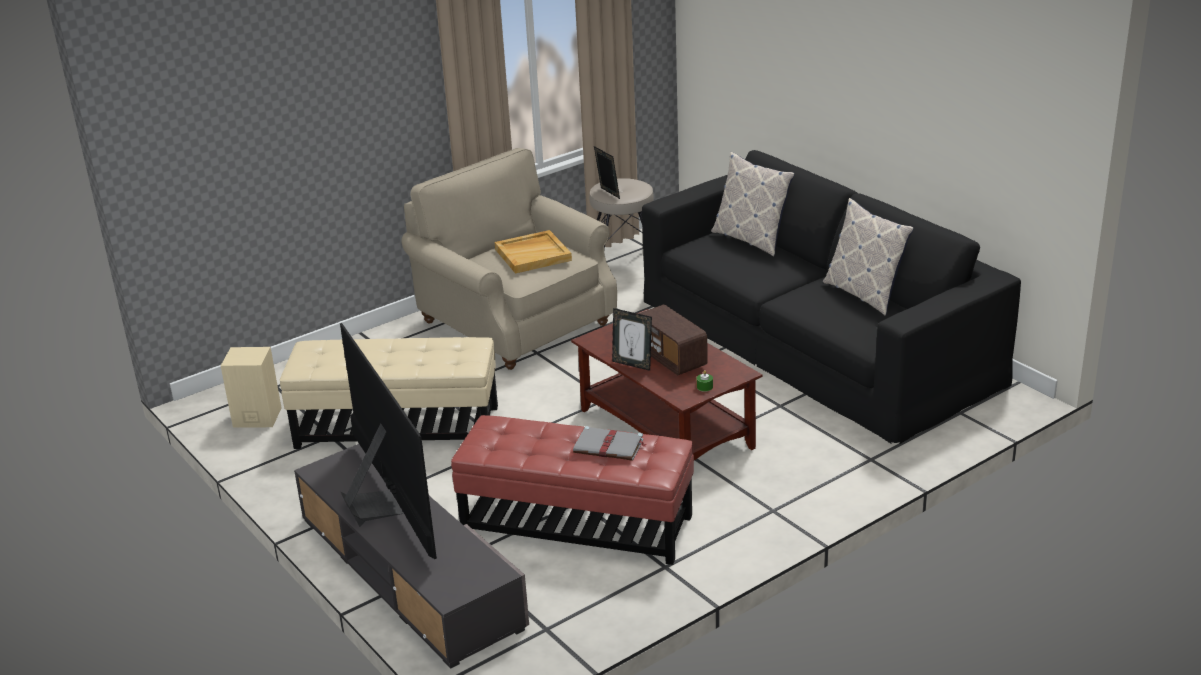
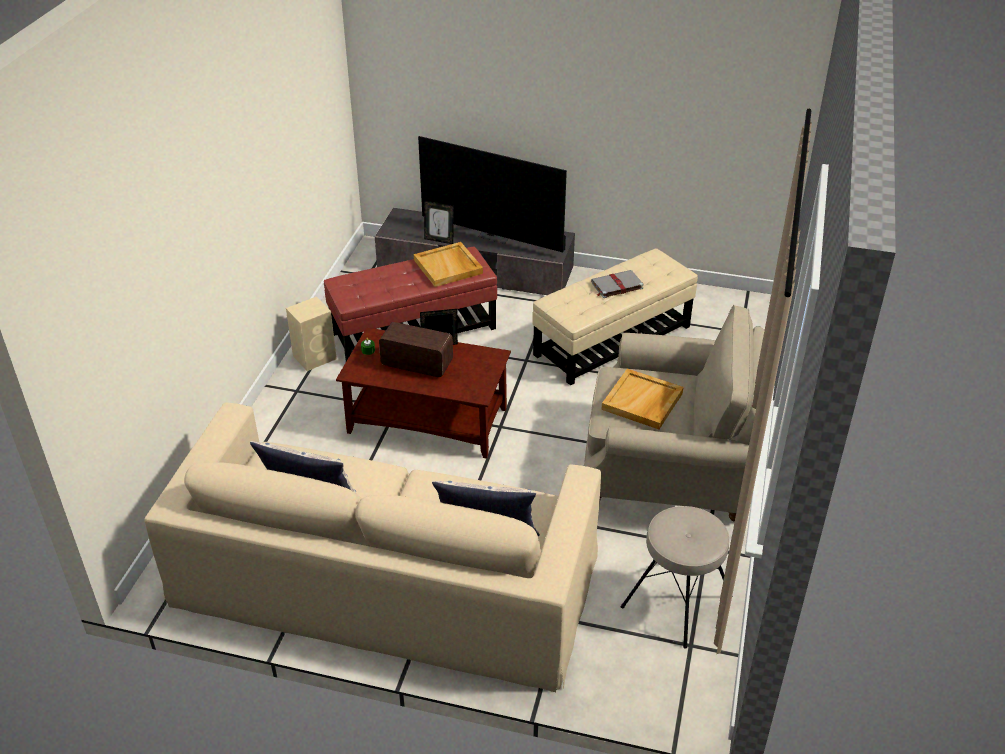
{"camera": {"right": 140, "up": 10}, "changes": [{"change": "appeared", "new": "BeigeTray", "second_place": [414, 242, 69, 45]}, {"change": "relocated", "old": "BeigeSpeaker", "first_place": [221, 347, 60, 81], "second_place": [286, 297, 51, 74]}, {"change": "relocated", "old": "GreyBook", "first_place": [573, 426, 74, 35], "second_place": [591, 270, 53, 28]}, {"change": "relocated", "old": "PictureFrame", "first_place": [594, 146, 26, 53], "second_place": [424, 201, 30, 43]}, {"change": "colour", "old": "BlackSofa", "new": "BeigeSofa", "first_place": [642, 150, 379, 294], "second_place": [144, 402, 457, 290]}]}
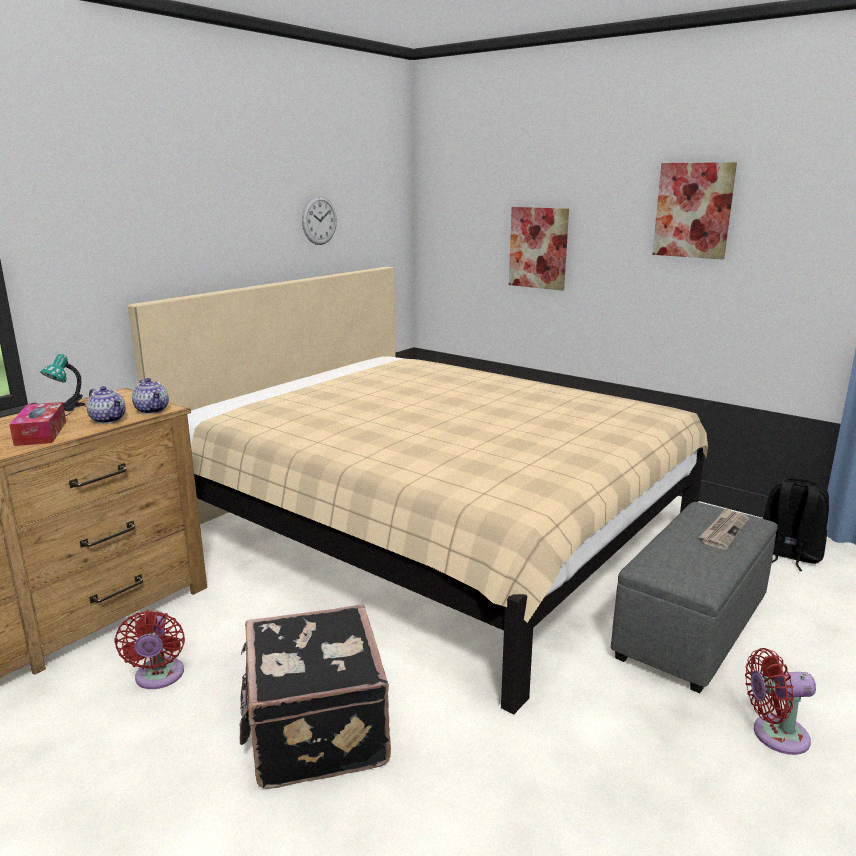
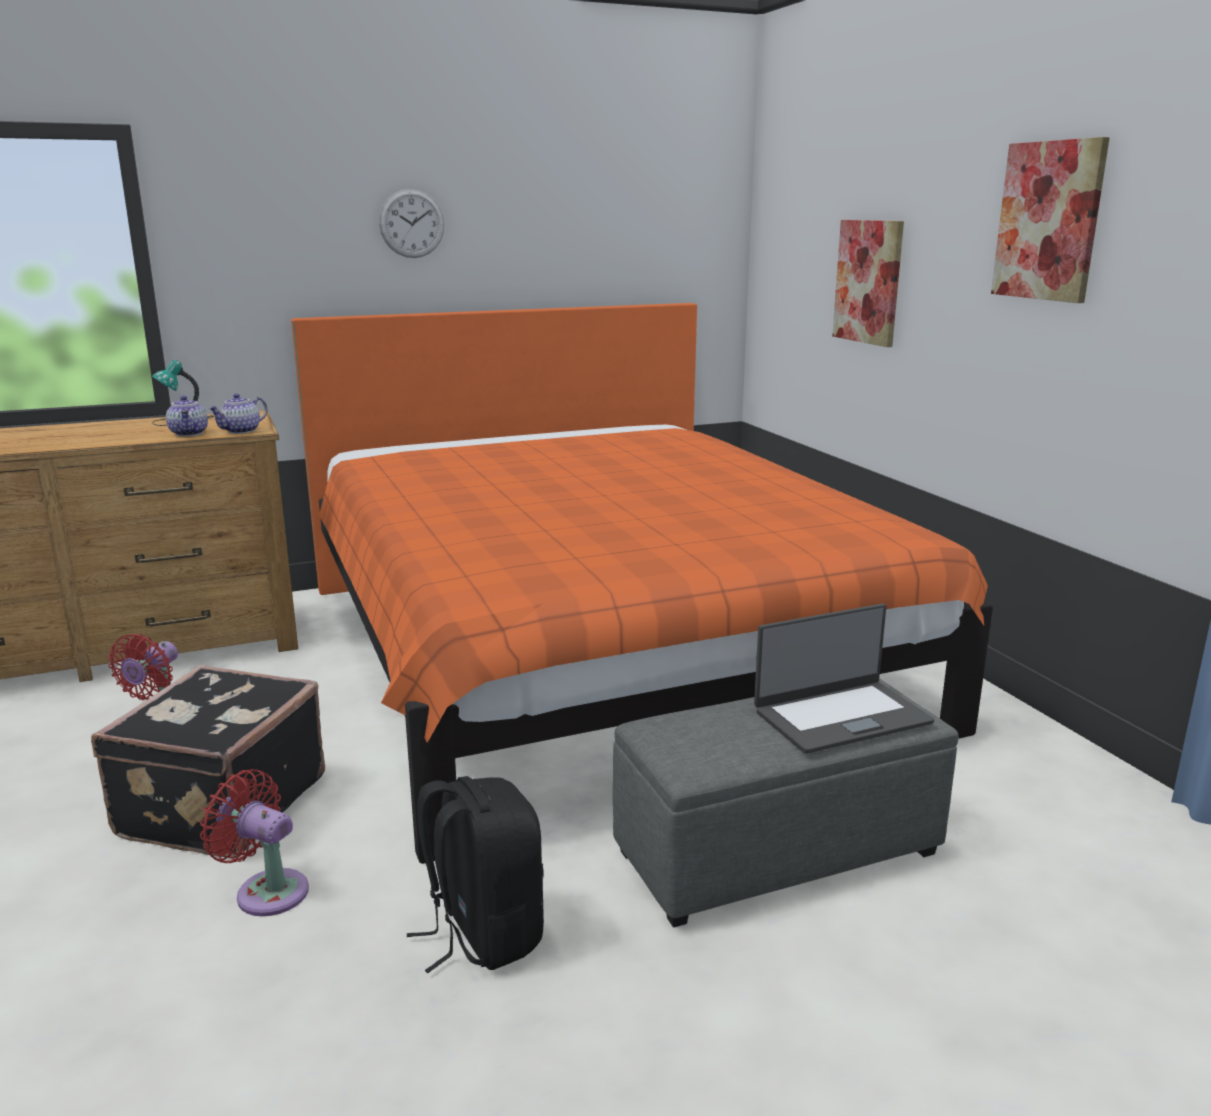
{"camera": {"right": 30, "up": 0}, "changes": [{"change": "missing", "old": "TissueBox", "first_place": [9, 402, 57, 44]}, {"change": "relocated", "old": "WallClock", "first_place": [302, 196, 35, 49], "second_place": [379, 189, 65, 69]}, {"change": "relocated", "old": "RedFan", "first_place": [745, 648, 71, 107], "second_place": [200, 769, 109, 147]}, {"change": "relocated", "old": "BlackBackpack", "first_place": [763, 477, 66, 94], "second_place": [407, 776, 137, 197]}, {"change": "exchanged", "old": "Newspaper", "new": "Laptop", "first_place": [699, 507, 50, 43], "second_place": [754, 604, 180, 150]}, {"change": "colour", "old": "BeigeBed", "new": "OrangeBed", "first_place": [128, 267, 580, 447], "second_place": [291, 303, 702, 561]}, {"change": "spun", "old": "Teapot", "first_place": [132, 378, 37, 36], "second_place": [208, 394, 59, 40], "degrees": 45}]}
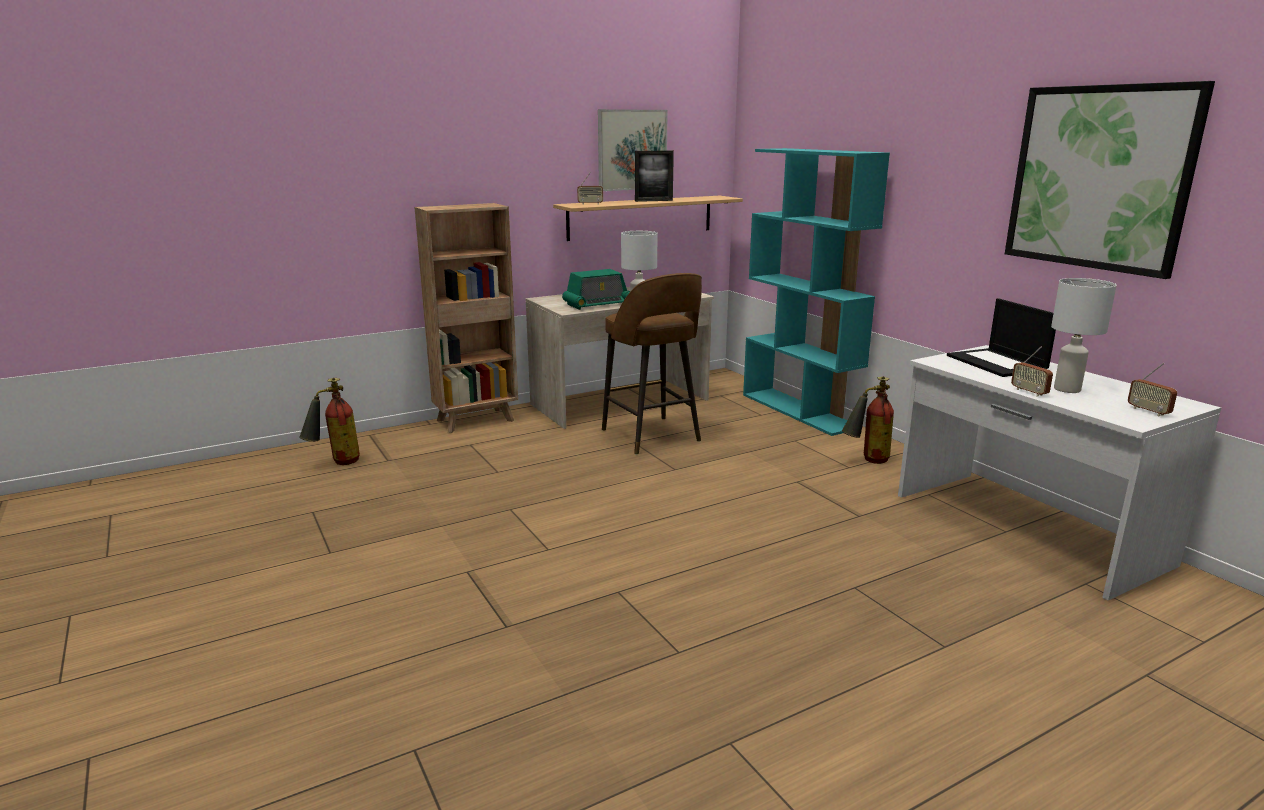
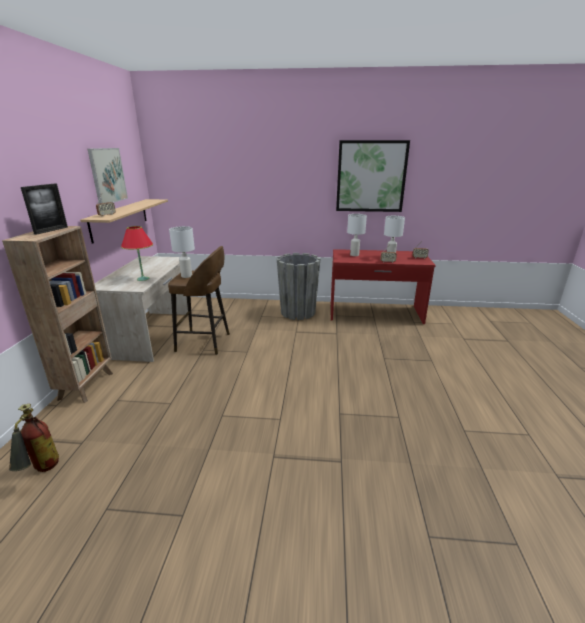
{"camera": {"right": -55, "up": 5}, "changes": [{"change": "missing", "old": "TurquoiseBookcase", "first_place": [743, 148, 147, 288]}, {"change": "relocated", "old": "PictureFrame", "first_place": [635, 150, 39, 52], "second_place": [21, 184, 47, 51]}, {"change": "exchanged", "old": "Radio", "new": "RedTableLamp", "first_place": [562, 269, 68, 41], "second_place": [121, 226, 32, 55]}, {"change": "exchanged", "old": "FireExtinguisher", "new": "GreyPlanter", "first_place": [842, 376, 52, 88], "second_place": [276, 253, 45, 67]}, {"change": "exchanged", "old": "Laptop", "new": "WhiteTableLamp", "first_place": [947, 298, 109, 79], "second_place": [347, 214, 20, 42]}, {"change": "colour", "old": "WhiteDesk", "new": "RedDesk", "first_place": [898, 345, 323, 255], "second_place": [331, 249, 105, 75]}]}
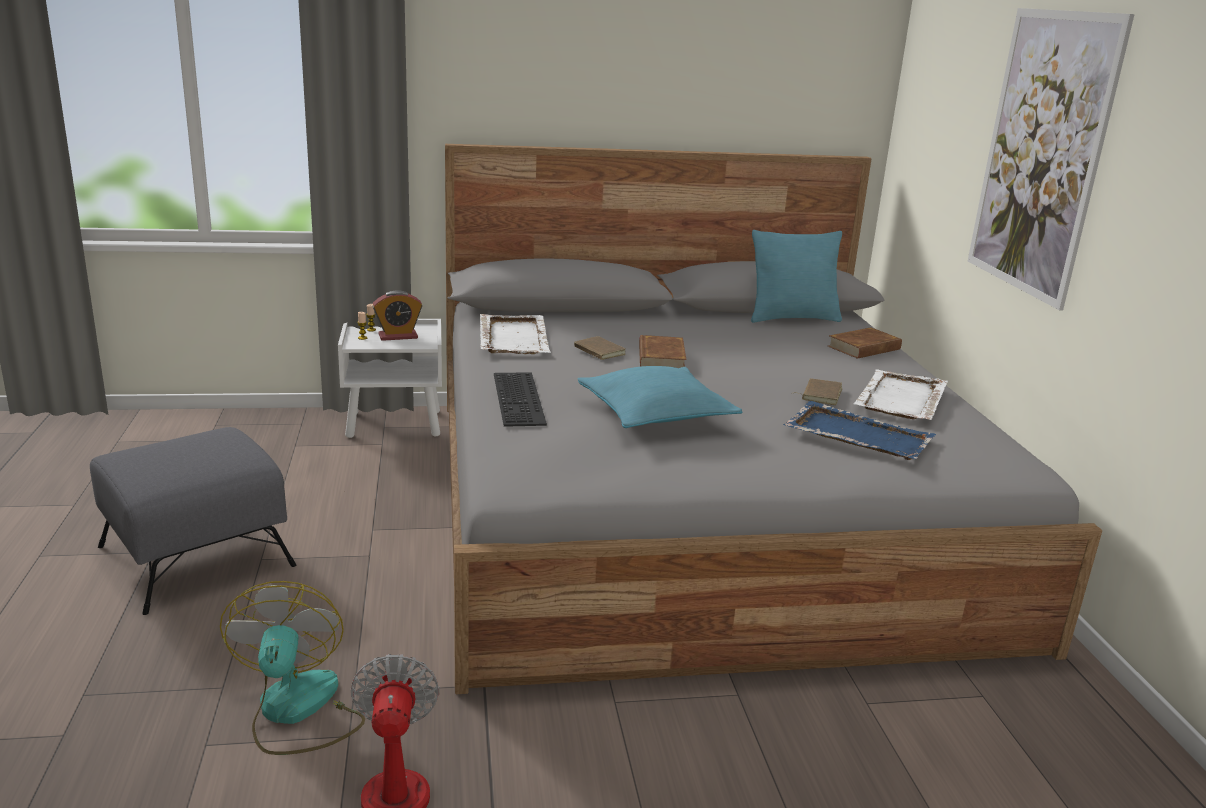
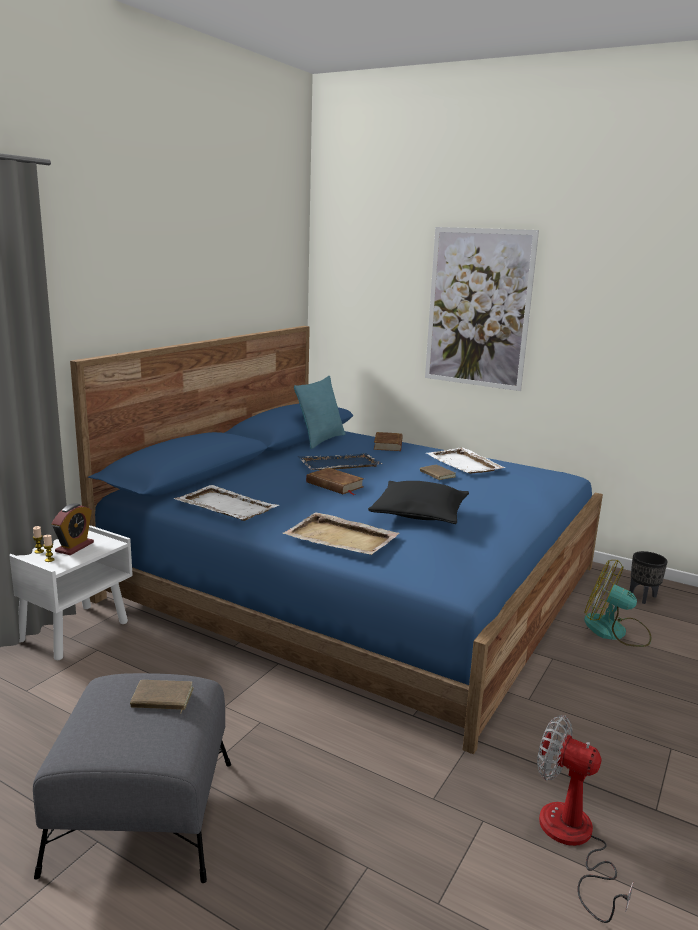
{"camera": {"right": -50, "up": -5}, "changes": [{"change": "appeared", "new": "BlackPlanter", "second_place": [630, 551, 38, 53]}, {"change": "relocated", "old": "Fan", "first_place": [220, 581, 145, 174], "second_place": [584, 560, 67, 87]}, {"change": "relocated", "old": "BrownBook", "first_place": [574, 336, 52, 24], "second_place": [130, 680, 64, 34]}, {"change": "relocated", "old": "BlueTray", "first_place": [783, 401, 153, 59], "second_place": [298, 453, 84, 17]}, {"change": "exchanged", "old": "Keyboard", "new": "BeigeTray", "first_place": [494, 372, 53, 55], "second_place": [283, 512, 117, 43]}, {"change": "colour", "old": "GreyBed", "new": "BlueBed", "first_place": [445, 144, 657, 550], "second_place": [70, 326, 533, 428]}, {"change": "colour", "old": "TurquoisePillow", "new": "BlackPillow", "first_place": [577, 366, 165, 62], "second_place": [368, 481, 101, 43]}]}
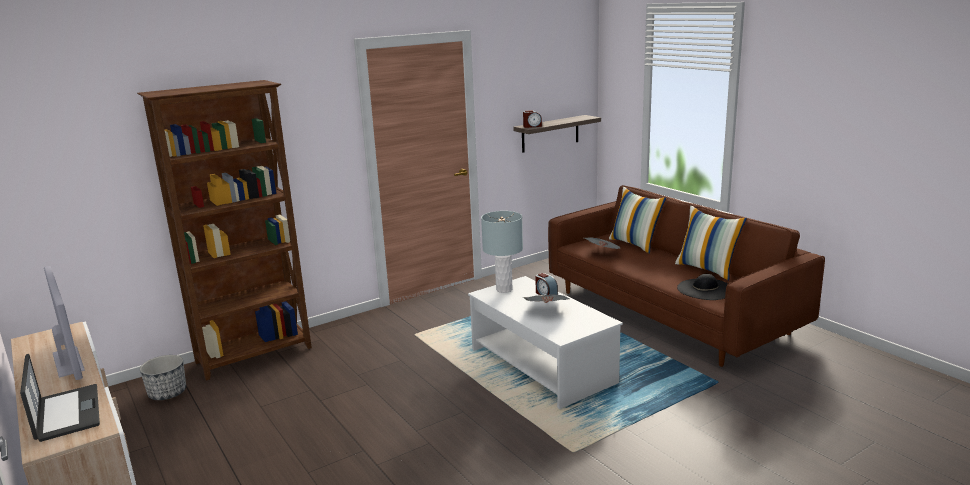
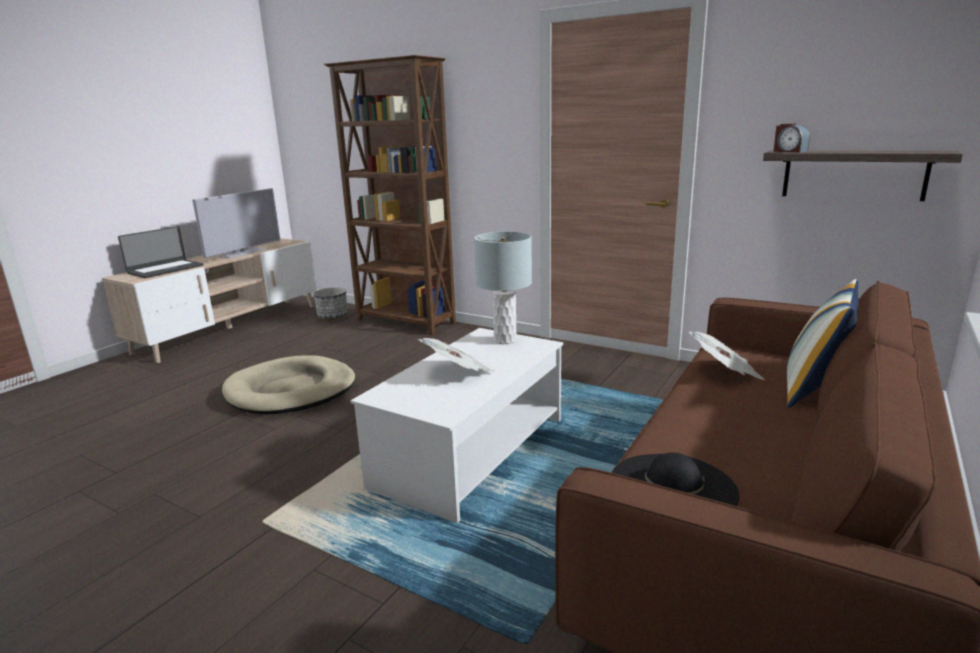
{"camera": {"right": 65, "up": 0}, "changes": [{"change": "missing", "old": "AlarmClock", "first_place": [535, 273, 23, 22]}, {"change": "missing", "old": "Pillow", "first_place": [675, 206, 72, 74]}, {"change": "appeared", "new": "BeigeDogBed", "second_place": [222, 355, 134, 59]}]}
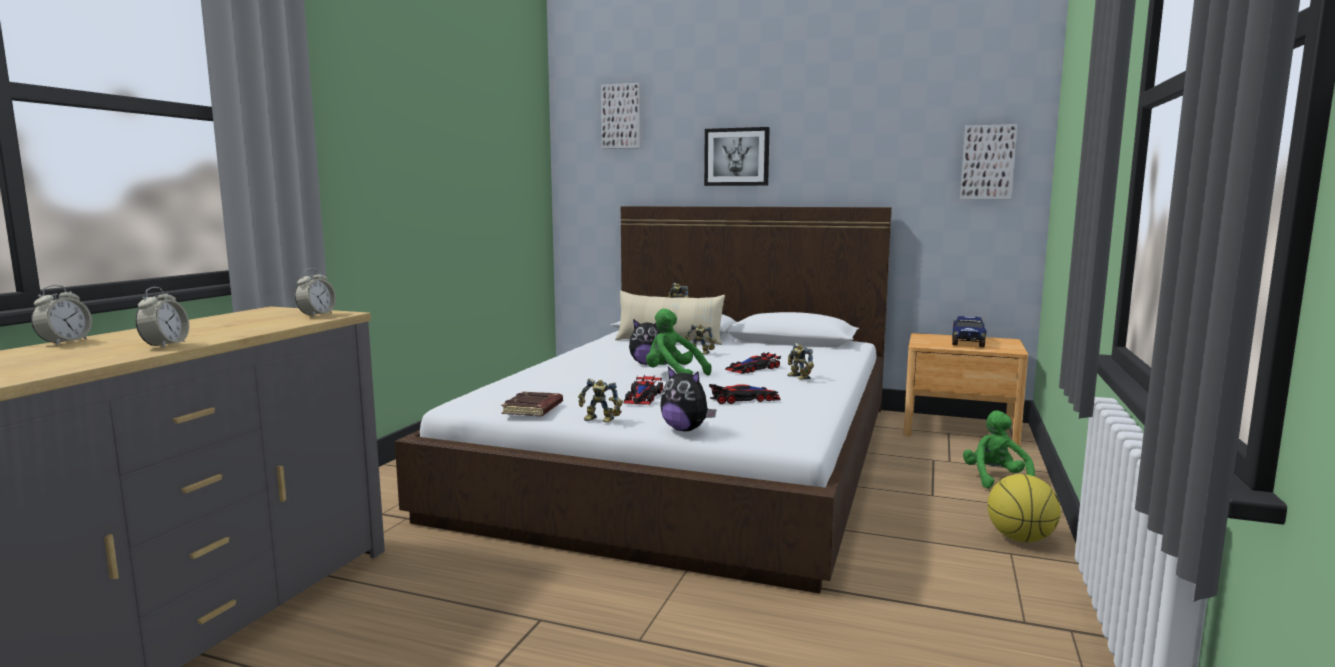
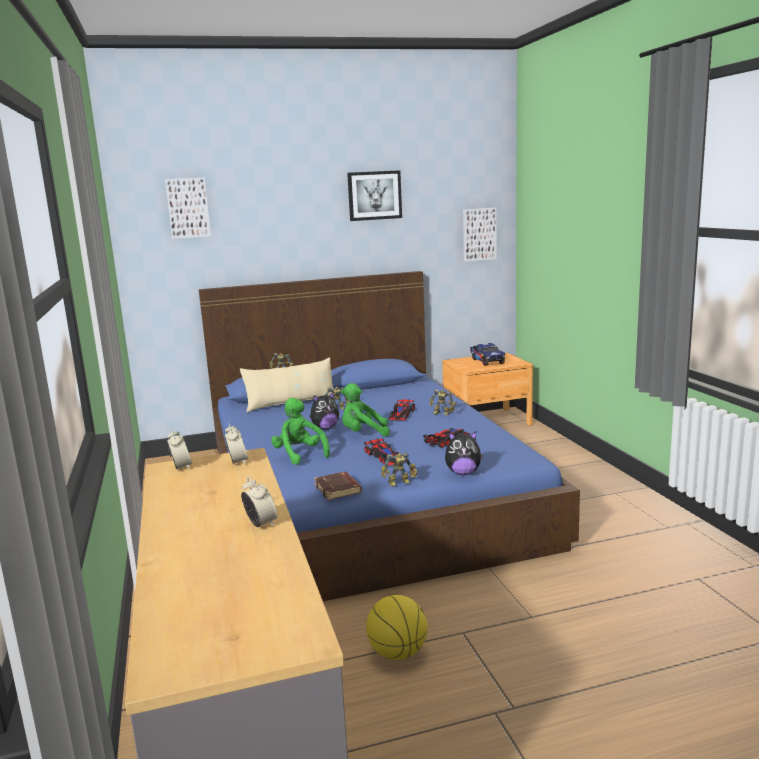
{"camera": {"right": -35, "up": 5}, "changes": [{"change": "relocated", "old": "AlarmClock", "first_place": [31, 285, 61, 61], "second_place": [167, 428, 25, 41]}, {"change": "relocated", "old": "Picture", "first_place": [704, 127, 66, 59], "second_place": [347, 170, 55, 51]}, {"change": "relocated", "old": "GreenPlushToy", "first_place": [963, 410, 72, 79], "second_place": [271, 398, 59, 67]}, {"change": "relocated", "old": "Basketball", "first_place": [987, 474, 74, 68], "second_place": [366, 595, 62, 65]}, {"change": "colour", "old": "WhiteBed", "new": "BlueBed", "first_place": [395, 206, 497, 388], "second_place": [199, 271, 381, 330]}]}
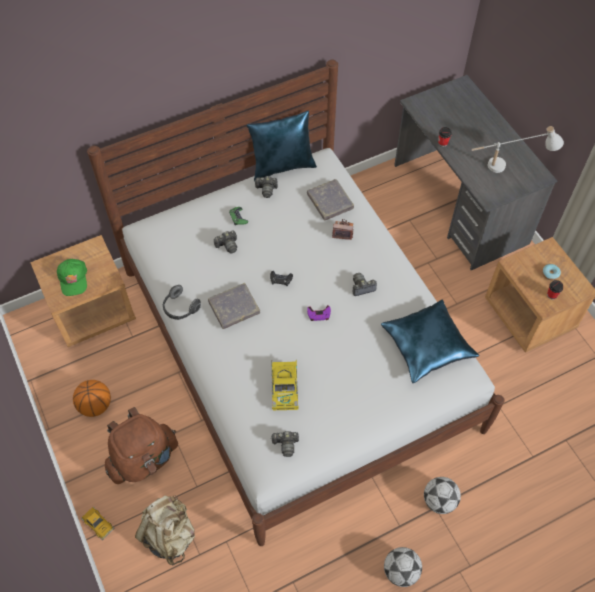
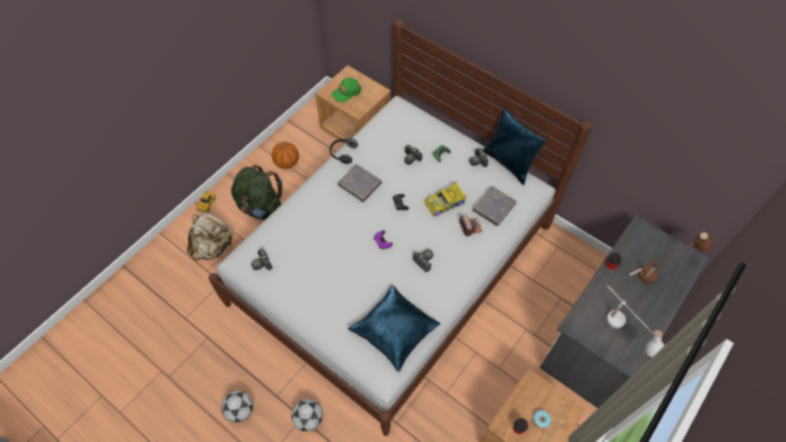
{"camera": {"right": 65, "up": 0}, "changes": [{"change": "appeared", "new": "BrownTableLamp", "second_place": [629, 232, 84, 51]}, {"change": "relocated", "old": "ToyCar", "first_place": [271, 360, 27, 50], "second_place": [424, 182, 43, 35]}, {"change": "colour", "old": "BrownBackpack", "new": "GreenBackpack", "first_place": [105, 407, 73, 77], "second_place": [231, 165, 52, 55]}]}
